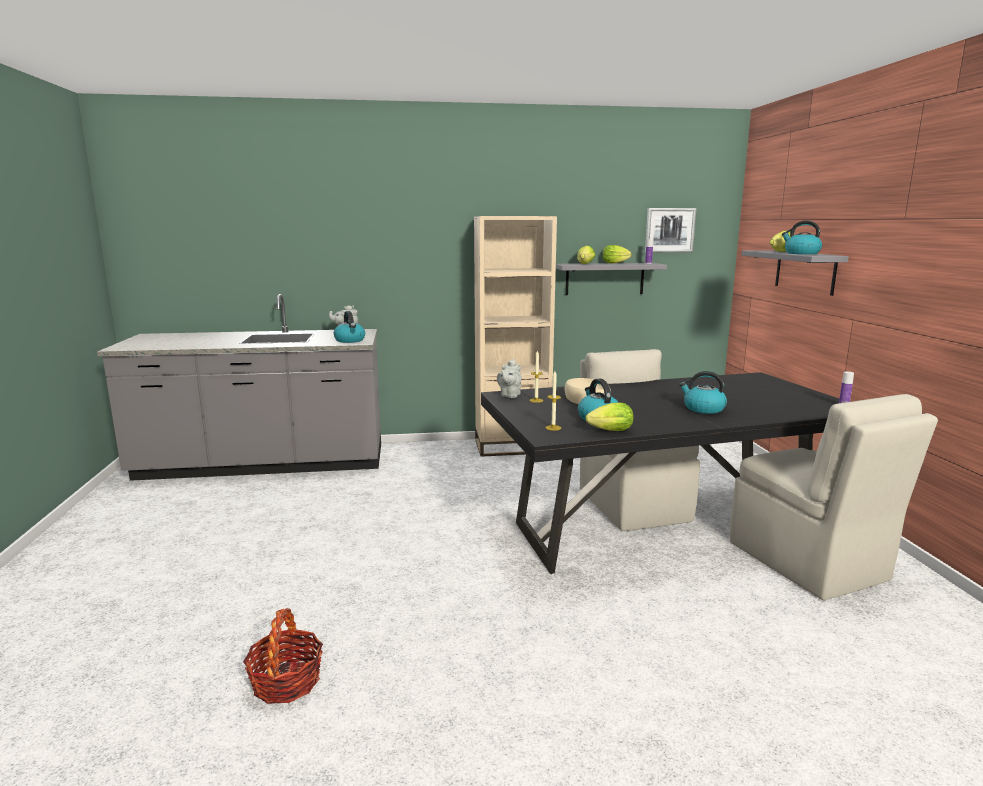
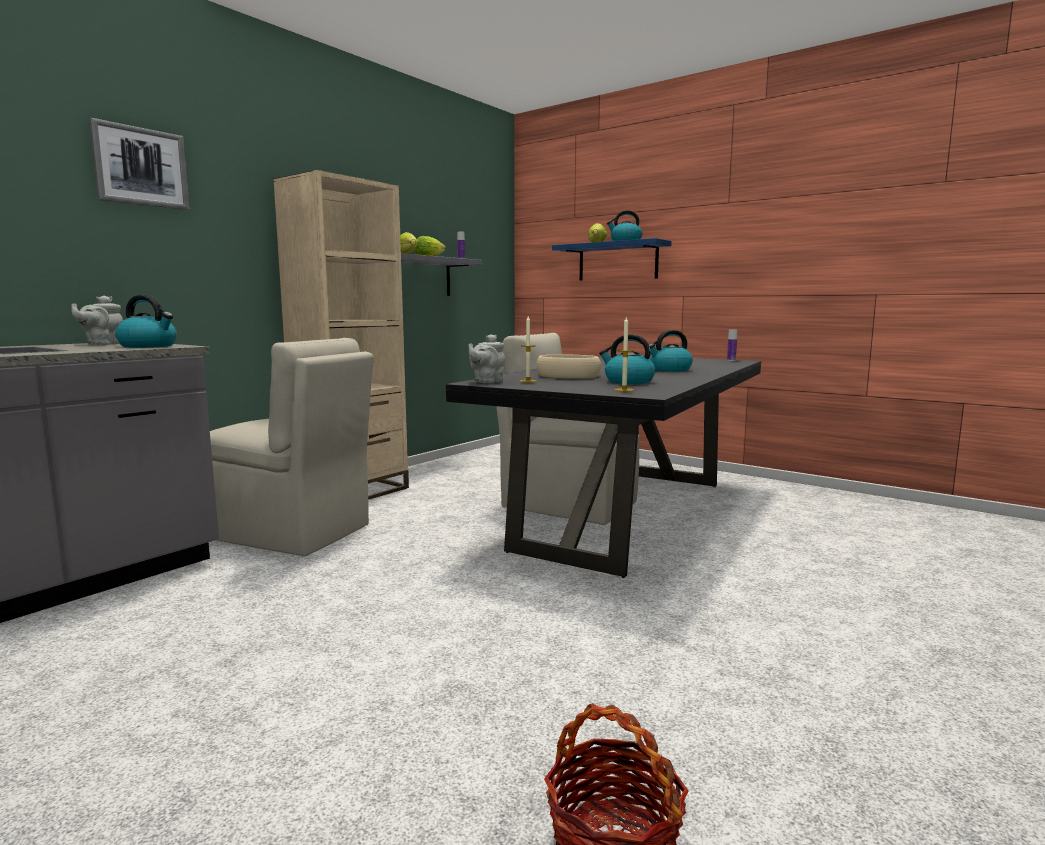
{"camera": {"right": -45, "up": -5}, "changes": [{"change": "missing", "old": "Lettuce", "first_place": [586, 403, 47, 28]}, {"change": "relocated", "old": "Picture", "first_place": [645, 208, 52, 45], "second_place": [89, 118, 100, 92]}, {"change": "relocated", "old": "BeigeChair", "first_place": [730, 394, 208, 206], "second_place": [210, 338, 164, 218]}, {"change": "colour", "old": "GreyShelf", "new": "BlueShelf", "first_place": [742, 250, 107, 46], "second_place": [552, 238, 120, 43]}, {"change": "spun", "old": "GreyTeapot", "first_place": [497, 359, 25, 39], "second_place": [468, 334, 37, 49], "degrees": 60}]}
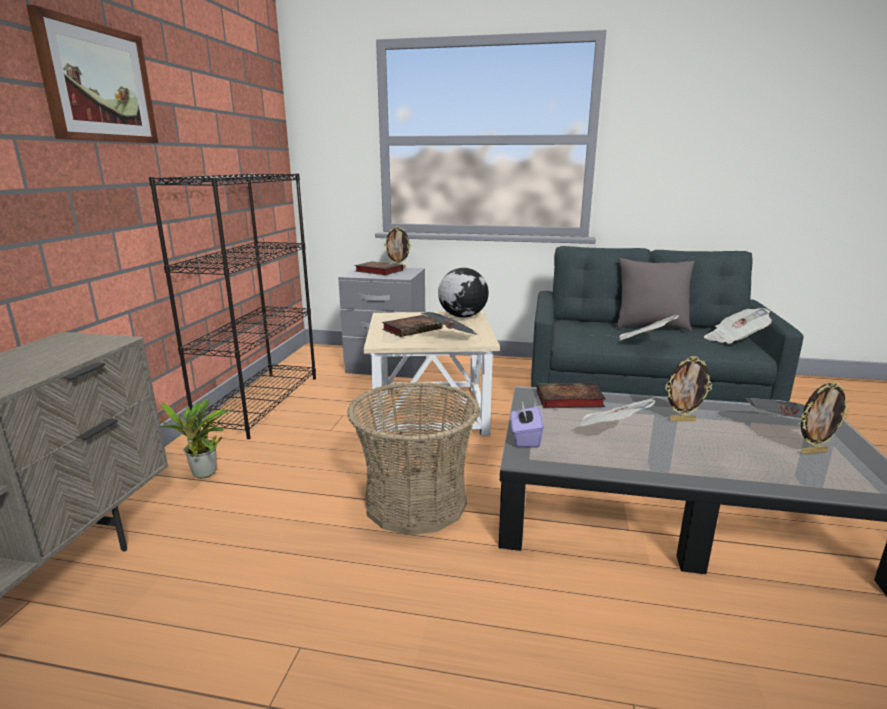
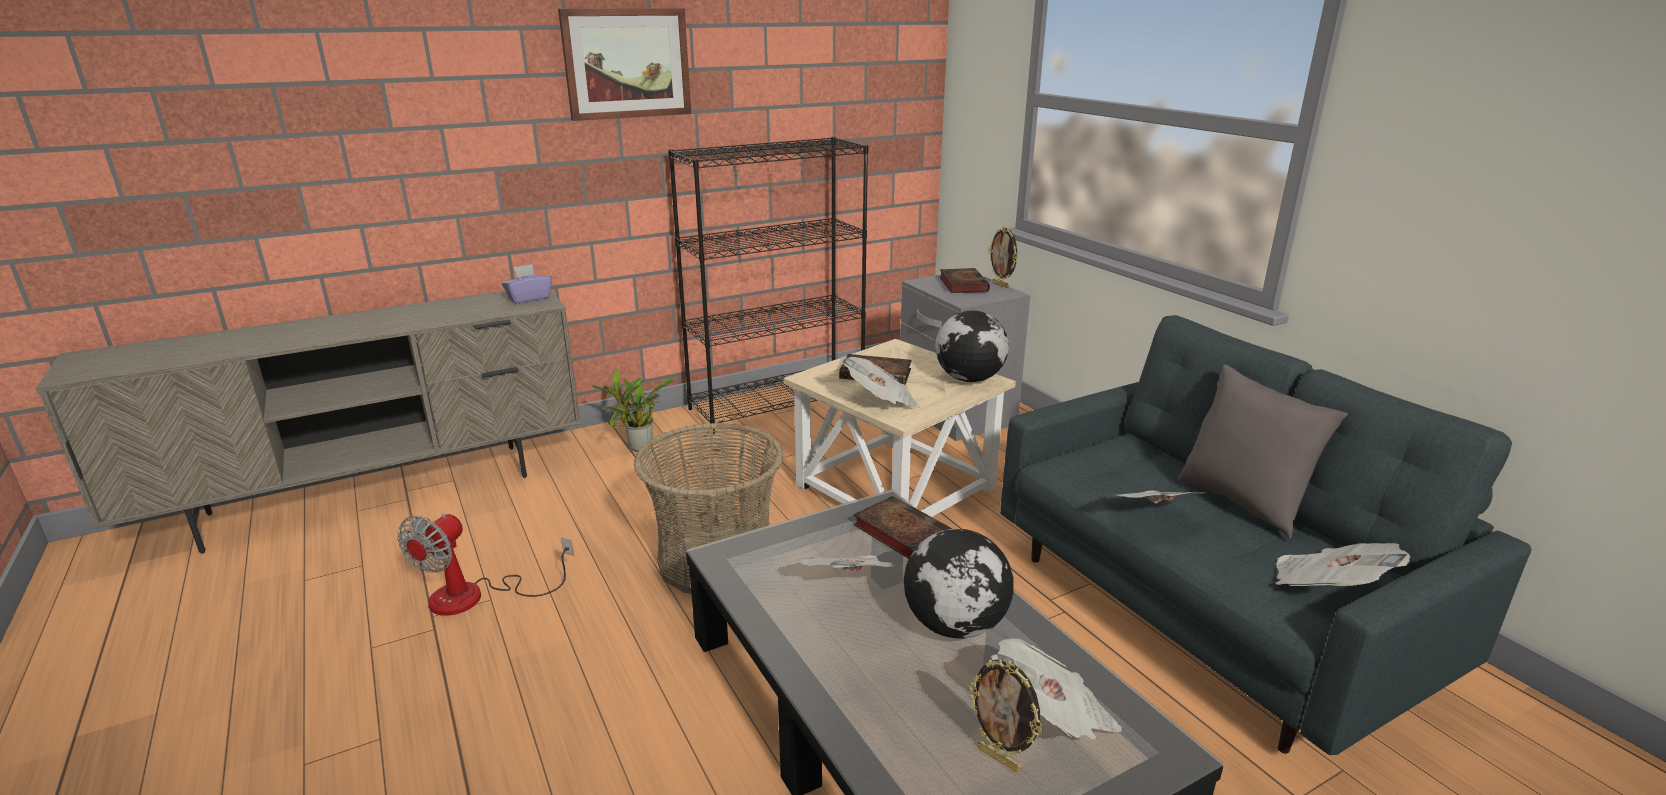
{"camera": {"right": 50, "up": 5}, "changes": [{"change": "appeared", "new": "Fan", "second_place": [397, 513, 177, 103]}, {"change": "relocated", "old": "PurpleTissueBox", "first_place": [510, 401, 34, 47], "second_place": [502, 264, 50, 40]}, {"change": "exchanged", "old": "PictureFrame", "new": "Globe", "first_place": [665, 356, 47, 65], "second_place": [904, 529, 110, 110]}]}
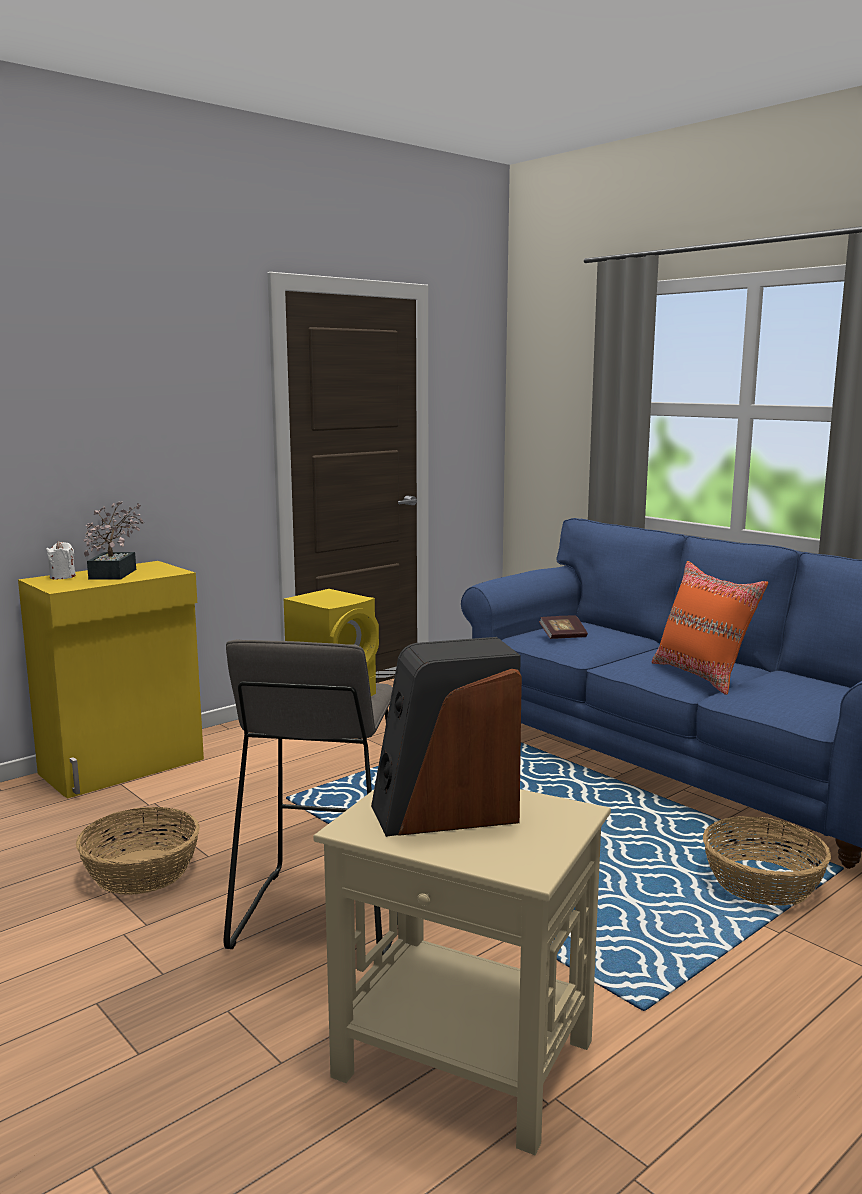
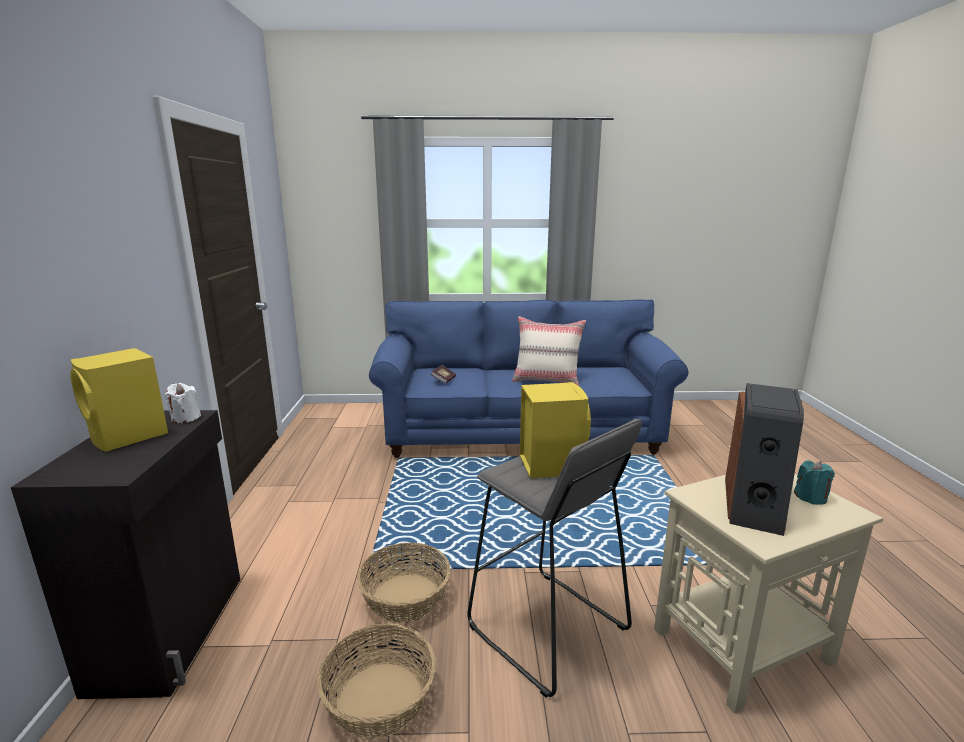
{"camera": {"right": -50, "up": 5}, "changes": [{"change": "appeared", "new": "TurquoiseCandle", "second_place": [794, 460, 41, 45]}, {"change": "relocated", "old": "WhiteCandle", "first_place": [46, 541, 30, 38], "second_place": [165, 383, 36, 40]}, {"change": "relocated", "old": "Basket", "first_place": [703, 816, 128, 90], "second_place": [357, 543, 93, 80]}, {"change": "exchanged", "old": "PottedPlant", "new": "YellowSpeaker", "first_place": [83, 501, 61, 79], "second_place": [70, 348, 98, 104]}, {"change": "colour", "old": "YellowCabinet", "new": "BlackCabinet", "first_place": [18, 561, 186, 238], "second_place": [11, 410, 229, 289]}, {"change": "colour", "old": "OrangePillow", "new": "BeigePillow", "first_place": [652, 561, 116, 134], "second_place": [512, 316, 74, 70]}]}
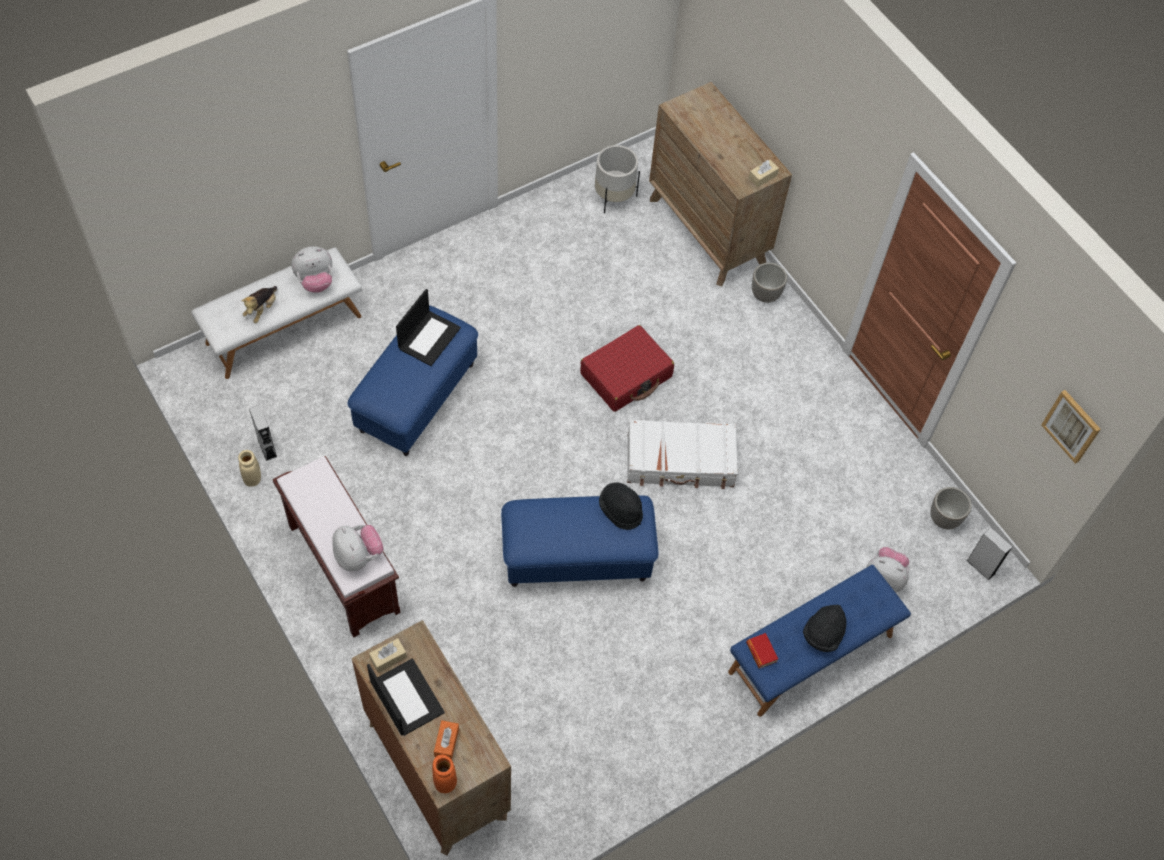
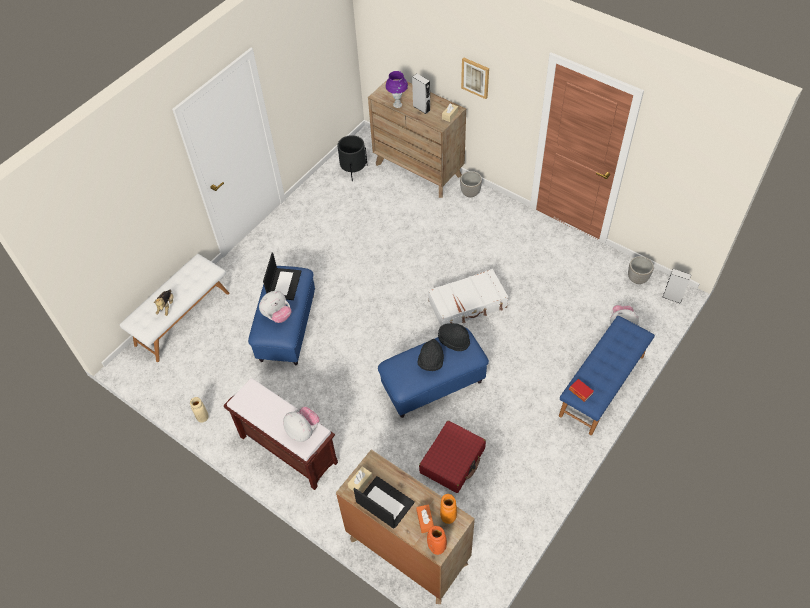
{"camera": {"right": -15, "up": -5}, "changes": [{"change": "appeared", "new": "PurpleTableLamp", "second_place": [386, 71, 22, 37]}, {"change": "appeared", "new": "OrangeVase", "second_place": [440, 494, 17, 30]}, {"change": "relocated", "old": "GreySpeaker", "first_place": [249, 405, 28, 56], "second_place": [412, 74, 19, 40]}, {"change": "relocated", "old": "PlushToy", "first_place": [291, 246, 42, 47], "second_place": [259, 291, 32, 32]}, {"change": "relocated", "old": "RedSuitcase", "first_place": [580, 325, 94, 87], "second_place": [419, 421, 67, 72]}, {"change": "relocated", "old": "BlackHat", "first_place": [803, 605, 43, 47], "second_place": [417, 339, 27, 32]}, {"change": "relocated", "old": "Picture", "first_place": [1041, 390, 60, 74], "second_place": [461, 57, 28, 42]}, {"change": "colour", "old": "WhitePlanter", "new": "BlackPlanter", "first_place": [595, 145, 45, 68], "second_place": [338, 135, 30, 46]}]}
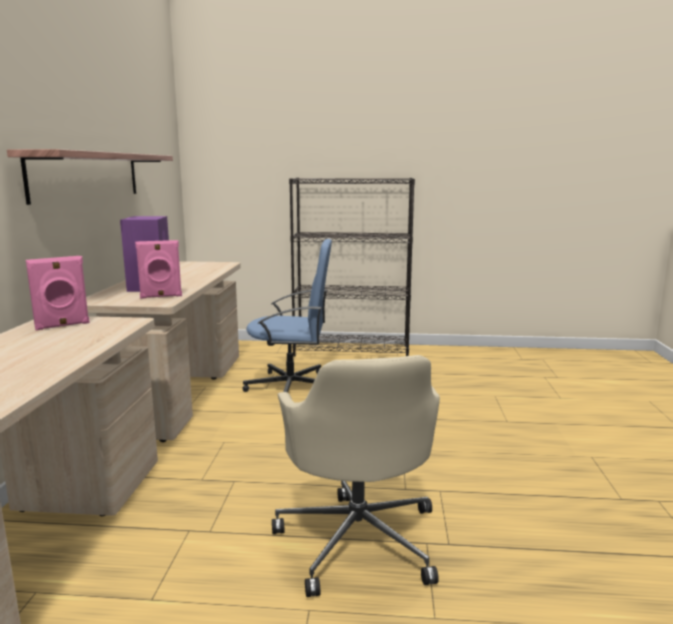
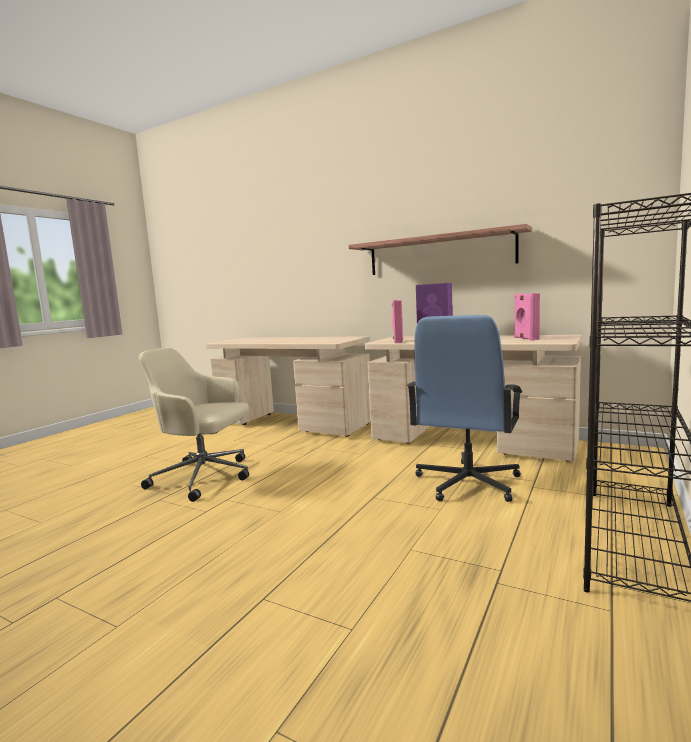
{"camera": {"right": 115, "up": -5}, "changes": [{"change": "relocated", "old": "PinkSpeaker", "first_place": [26, 256, 64, 74], "second_place": [514, 293, 26, 48]}]}
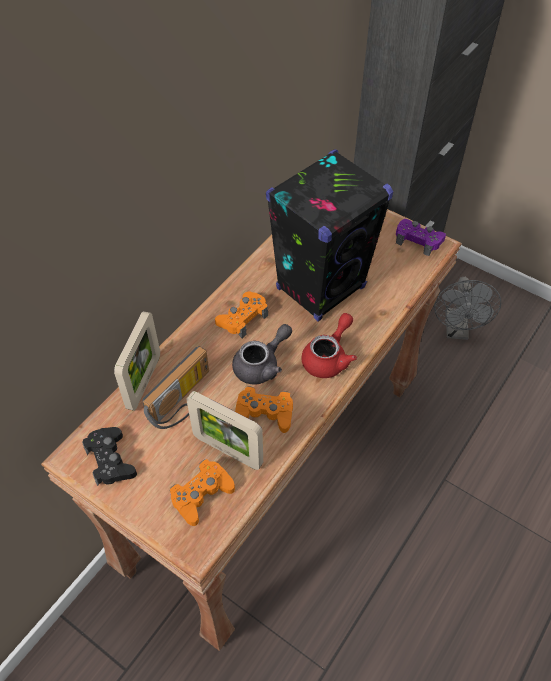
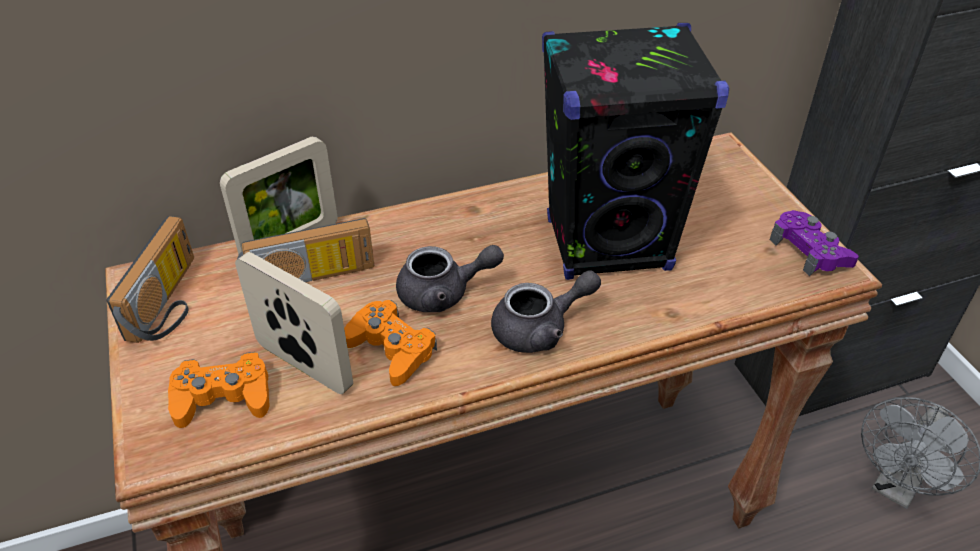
{"camera": {"right": 35, "up": -10}, "changes": [{"change": "missing", "old": "OrangeGameController", "first_place": [215, 292, 53, 46]}, {"change": "exchanged", "old": "BlackGameController", "new": "Radio", "first_place": [82, 427, 55, 59], "second_place": [106, 216, 88, 127]}, {"change": "colour", "old": "RedTeapot", "new": "GreyTeapot", "first_place": [301, 313, 56, 65], "second_place": [491, 270, 110, 83]}, {"change": "spun", "old": "PictureFrame", "first_place": [186, 391, 77, 79], "second_place": [235, 252, 118, 142], "degrees": 150}]}
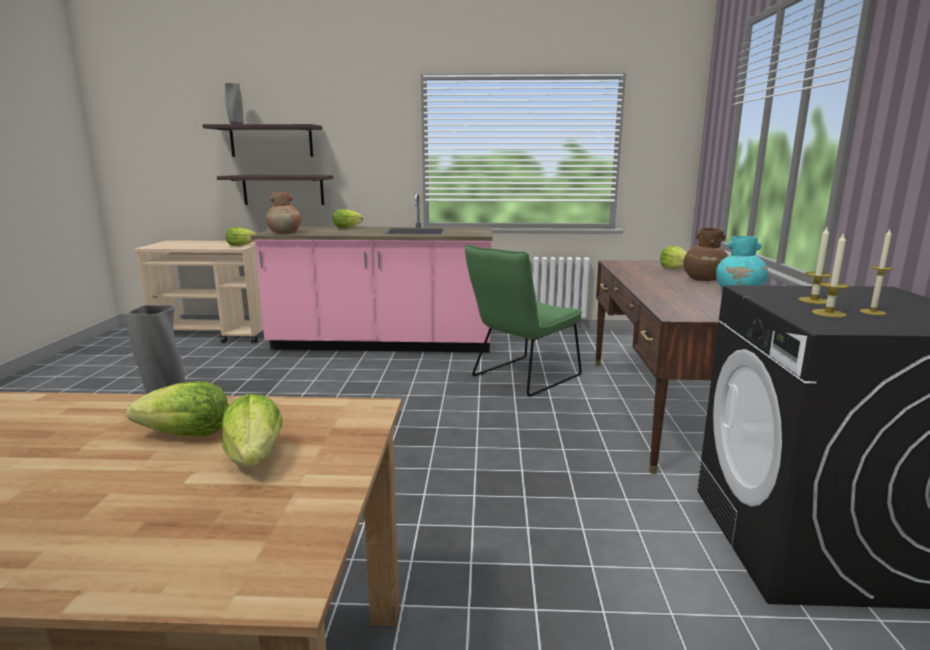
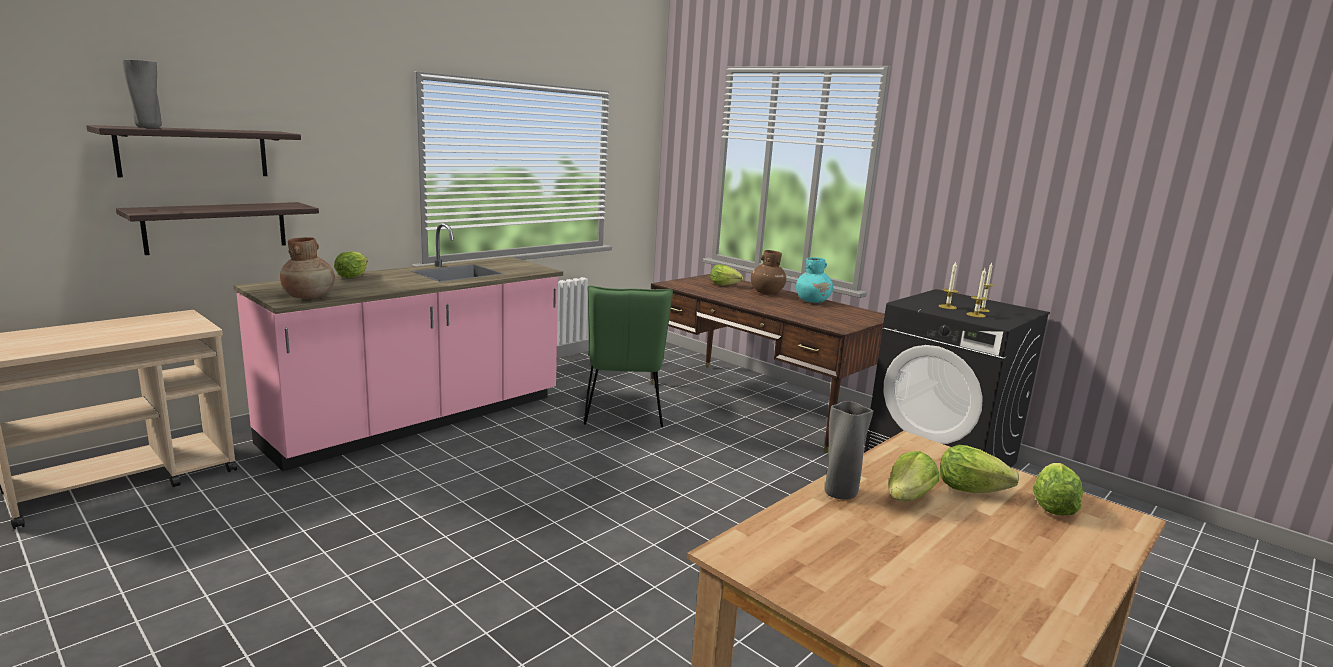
{"camera": {"right": -50, "up": 0}, "changes": [{"change": "relocated", "old": "Lettuce", "first_place": [226, 227, 31, 19], "second_place": [1033, 463, 50, 52]}]}
